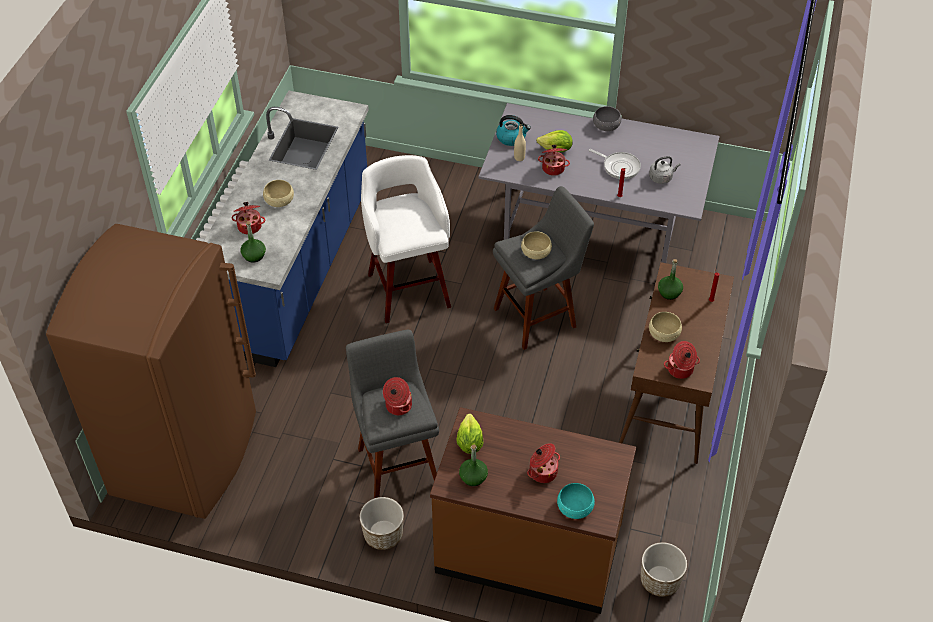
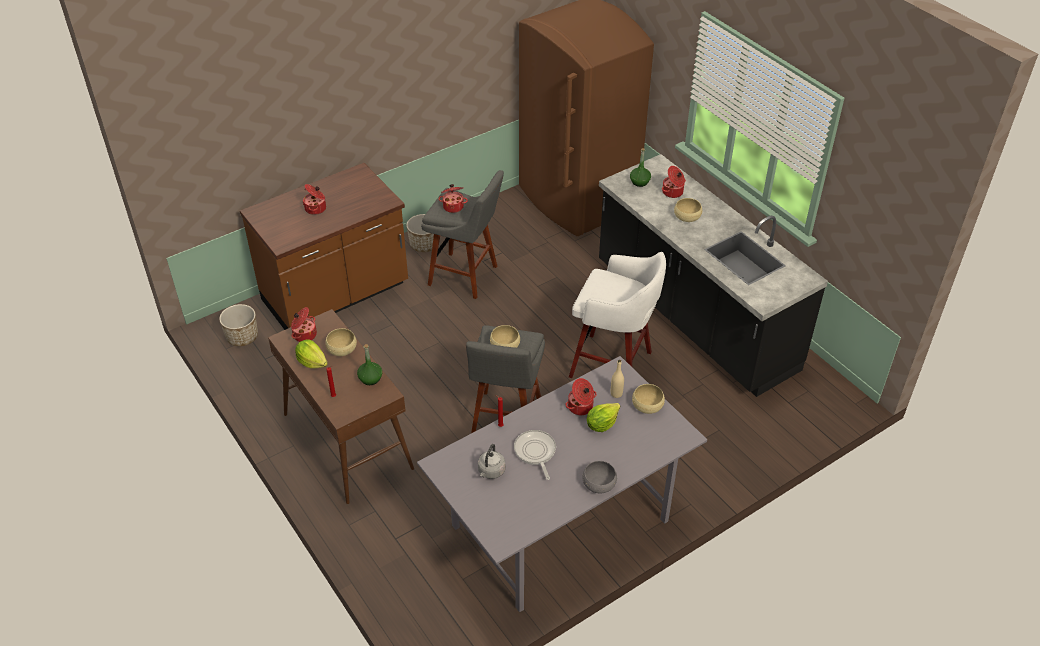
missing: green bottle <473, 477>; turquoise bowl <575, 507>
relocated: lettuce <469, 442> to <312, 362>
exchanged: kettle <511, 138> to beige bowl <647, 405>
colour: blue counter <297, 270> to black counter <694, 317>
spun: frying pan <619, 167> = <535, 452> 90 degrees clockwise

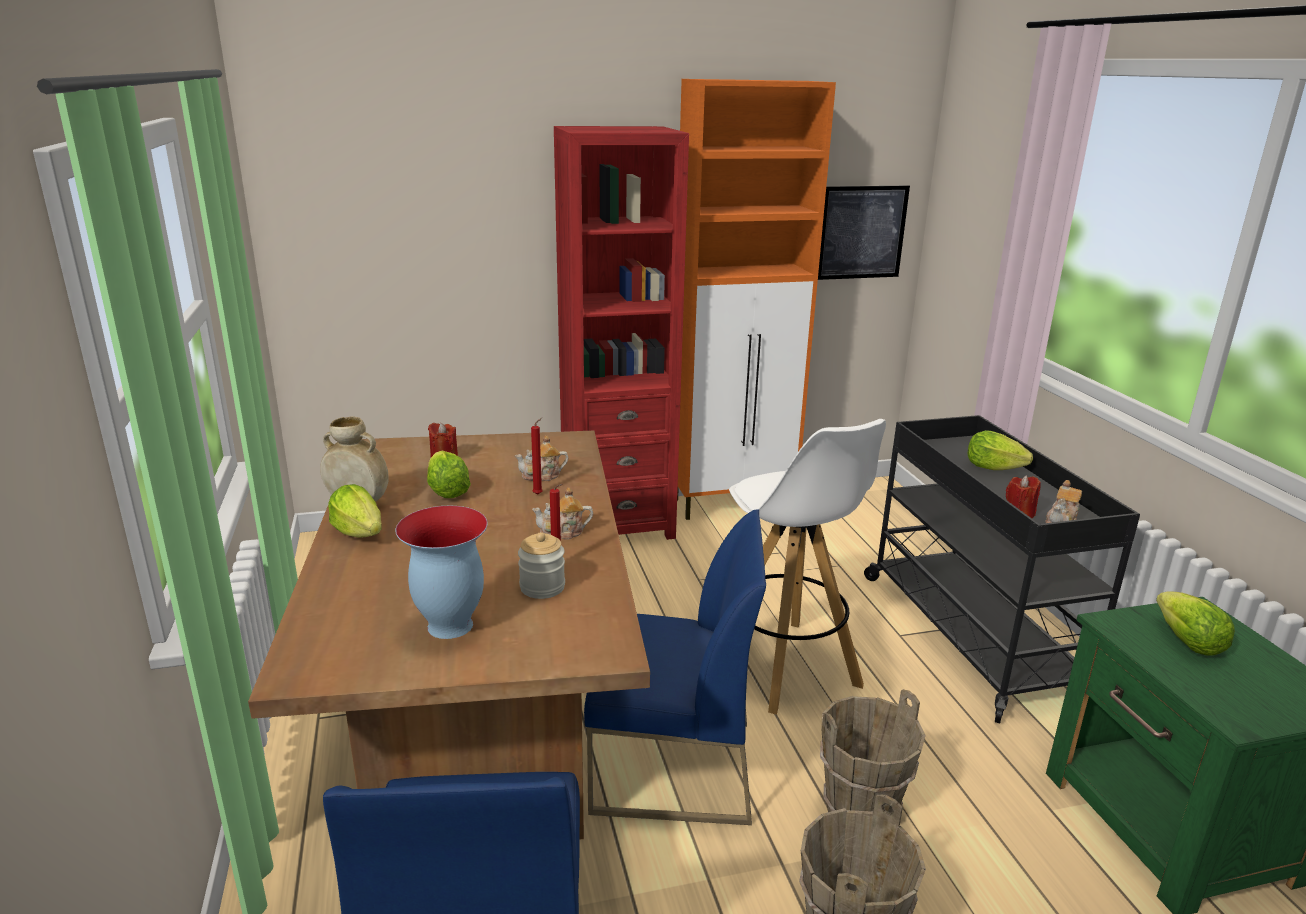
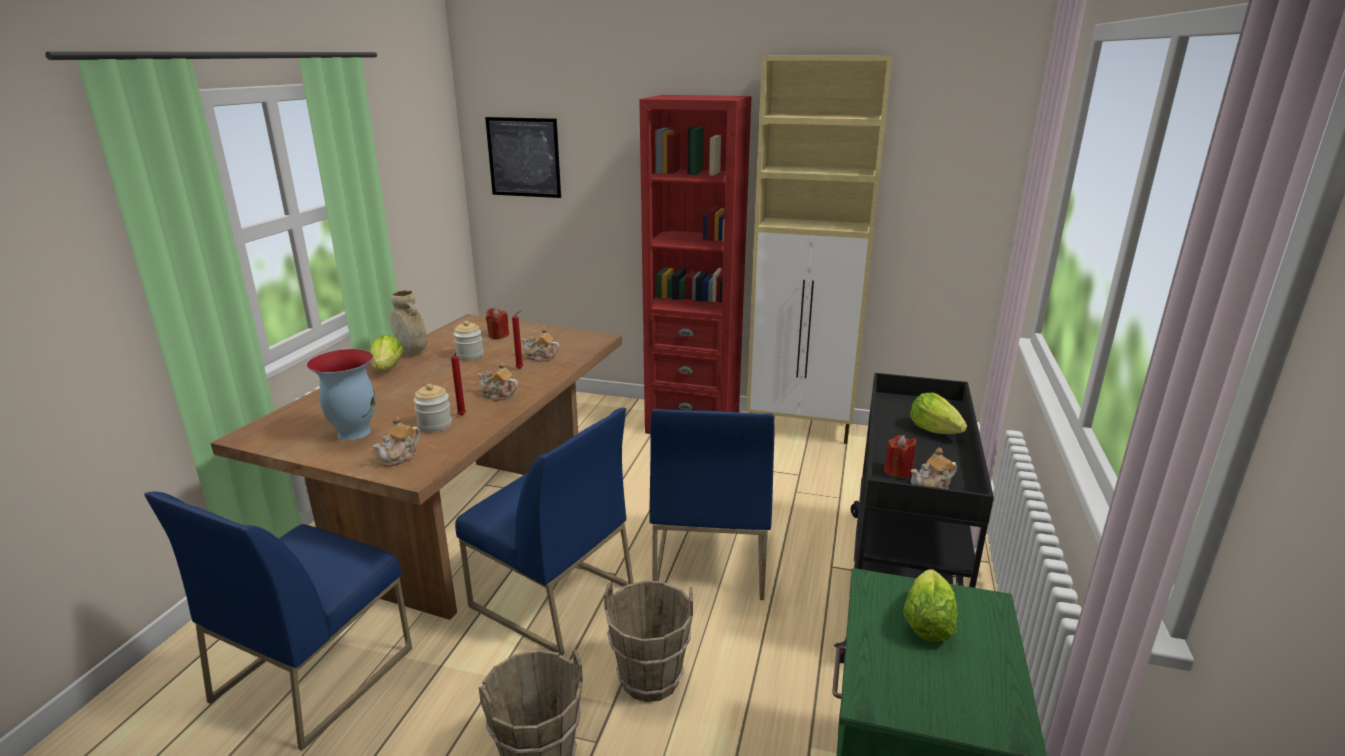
appeared: teapot <400, 457>
relocated: picture <862, 232> to <524, 157>
exchanged: lettuce <447, 492> to jar <470, 355>; white stool <786, 665> to blue chair <709, 558>
colour: orange cabinet <733, 504> to beige cabinet <801, 429>

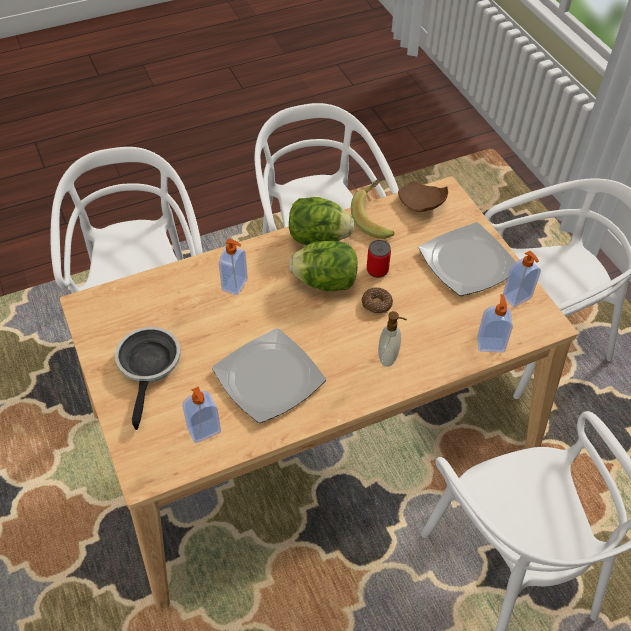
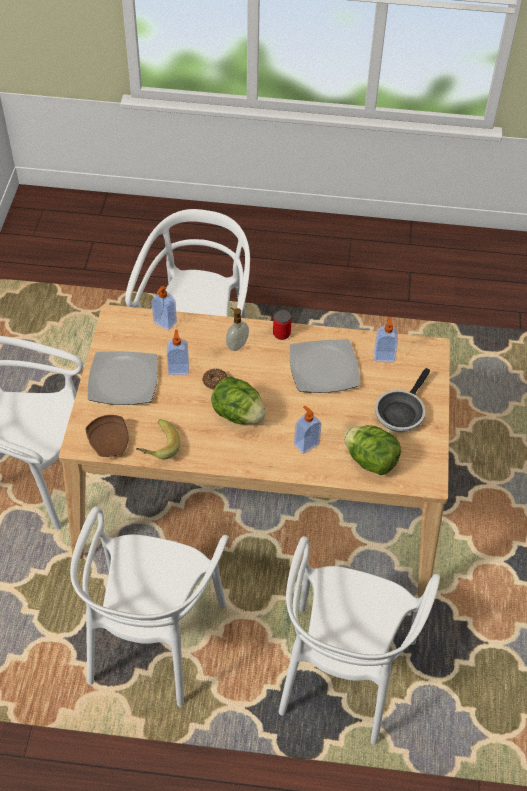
relocated: soap dispenser <517, 297> to <178, 369>; can <377, 270> to <281, 333>; lettuce <318, 238> to <370, 461>

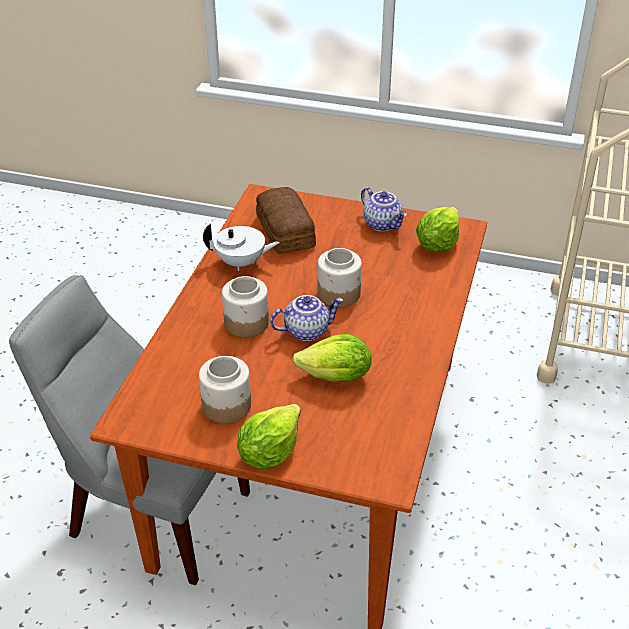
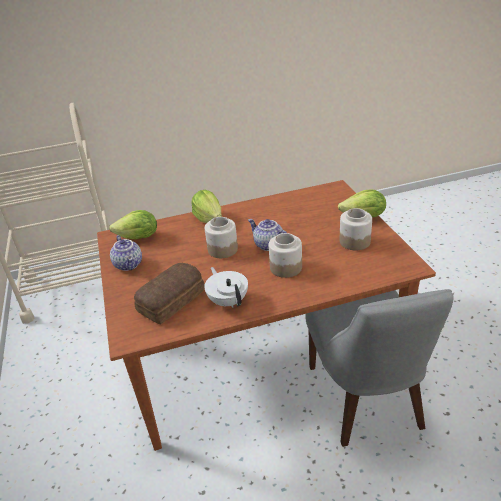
relocated: lettuce <336, 377> to <209, 218>
spun: teapot <383, 224> = <129, 264> 135 degrees clockwise

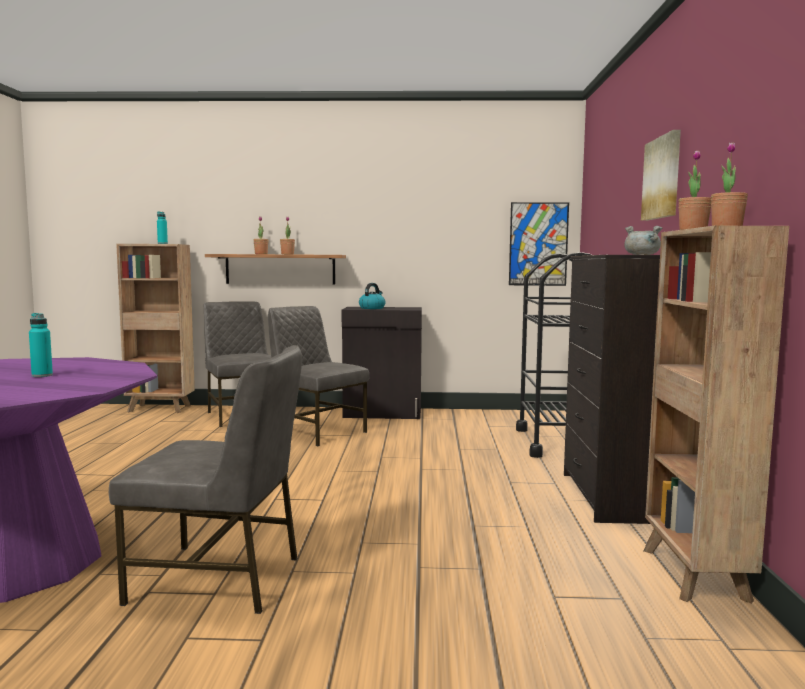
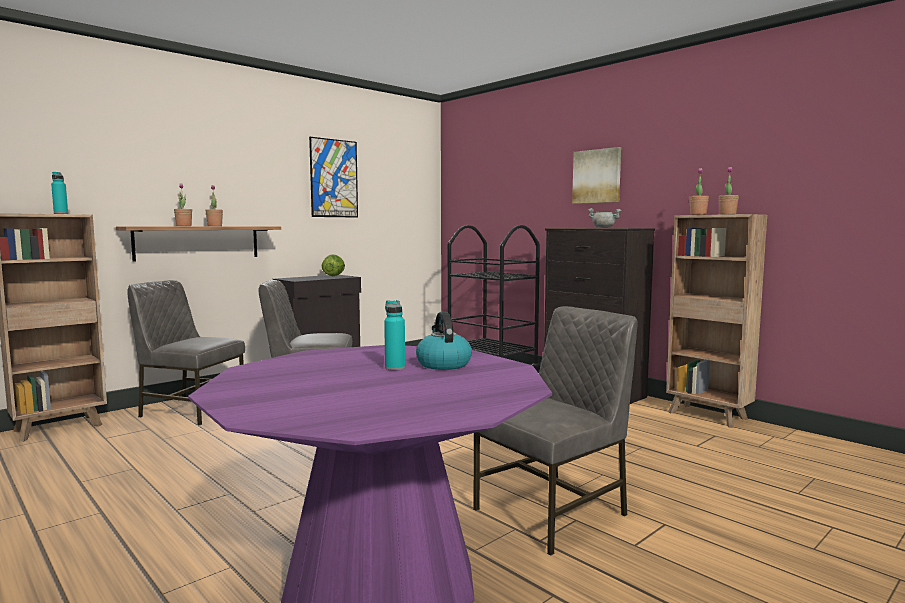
appeared: lettuce <333, 276>
relocated: picture <538, 244> to <334, 178>; kettle <372, 308> to <443, 364>

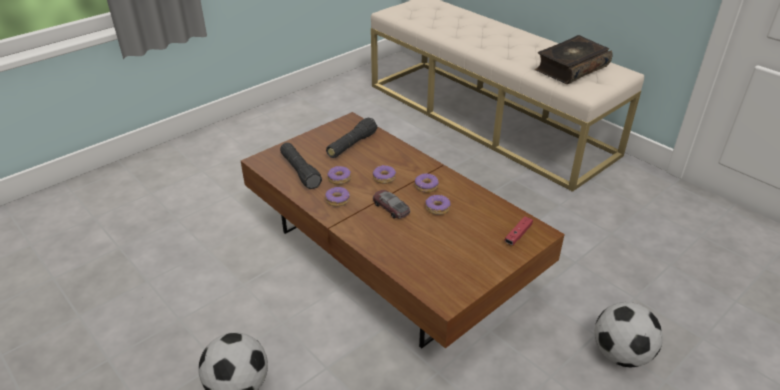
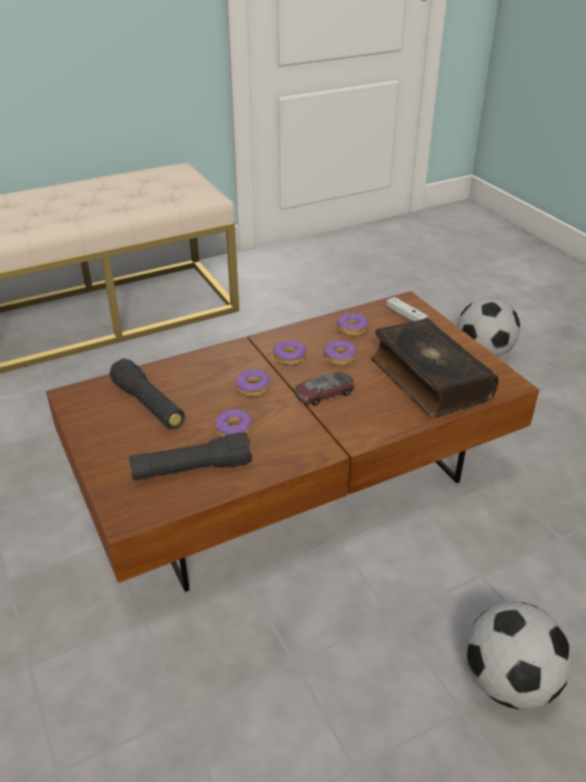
relocated: donut <337, 200> to <352, 329>; book <570, 68> to <428, 379>
colour: red game controller <518, 235> to white game controller <406, 316>

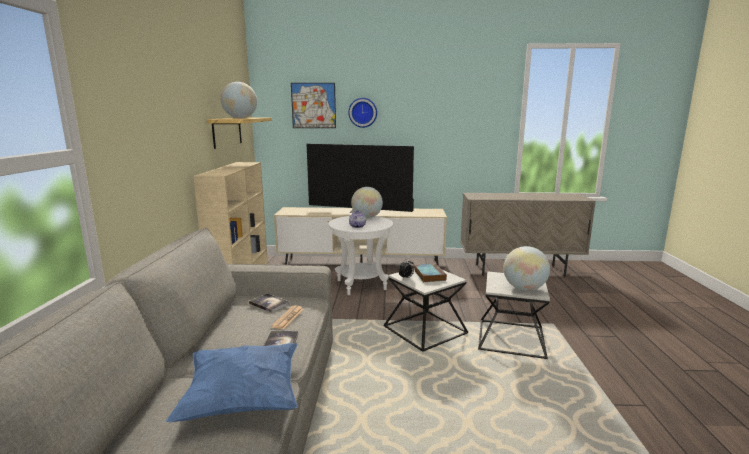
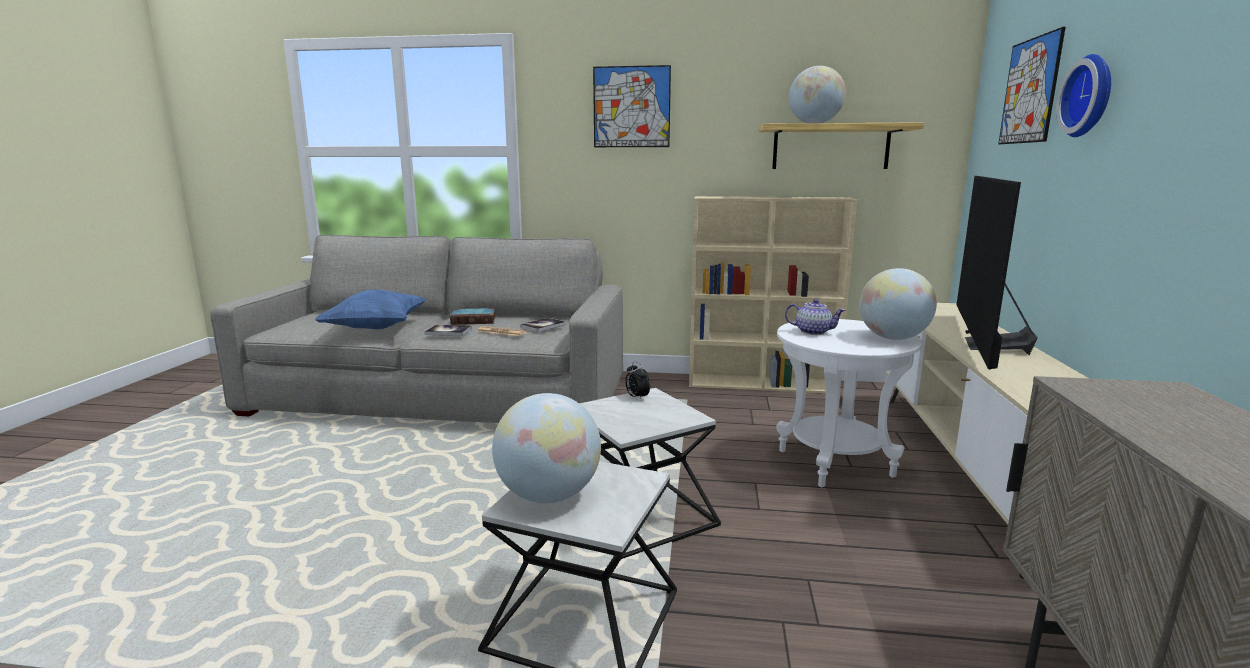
appeared: picture <631, 107>
relocated: book <429, 275> to <475, 320>

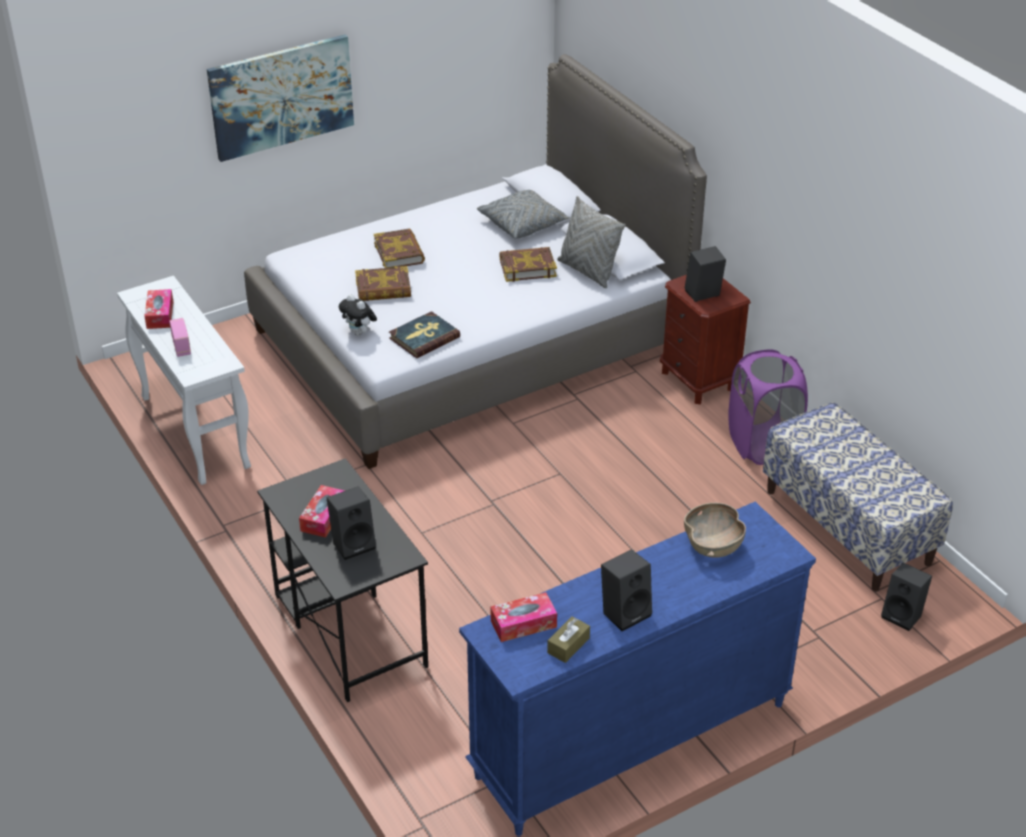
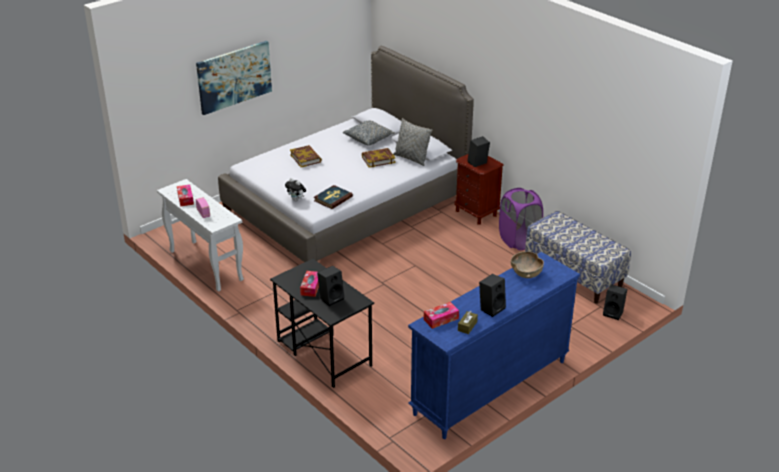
missing: book <383, 289>

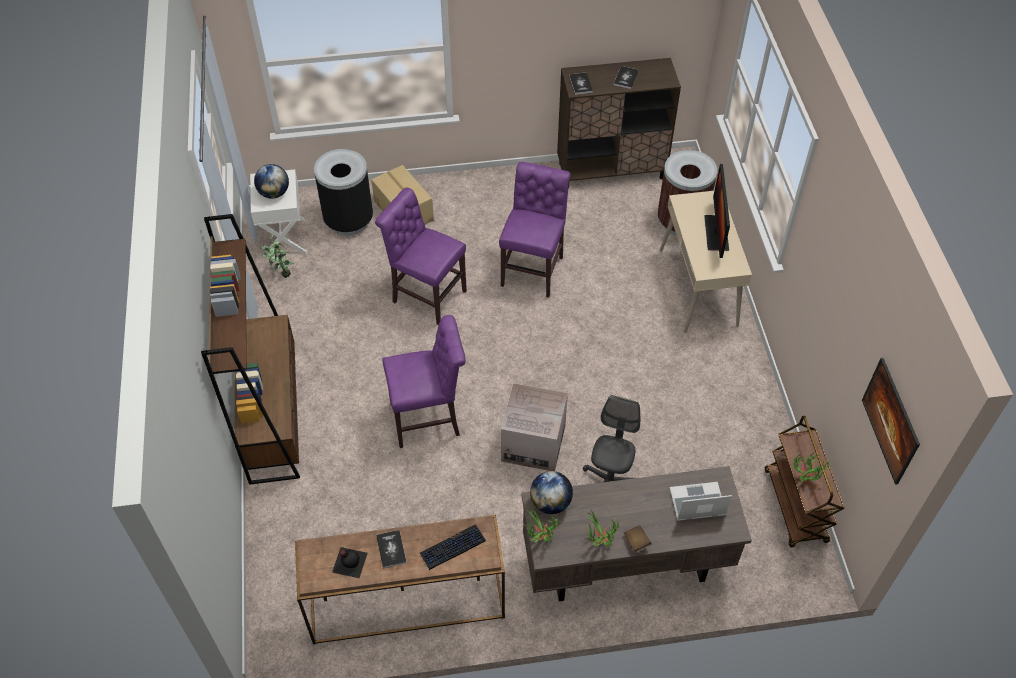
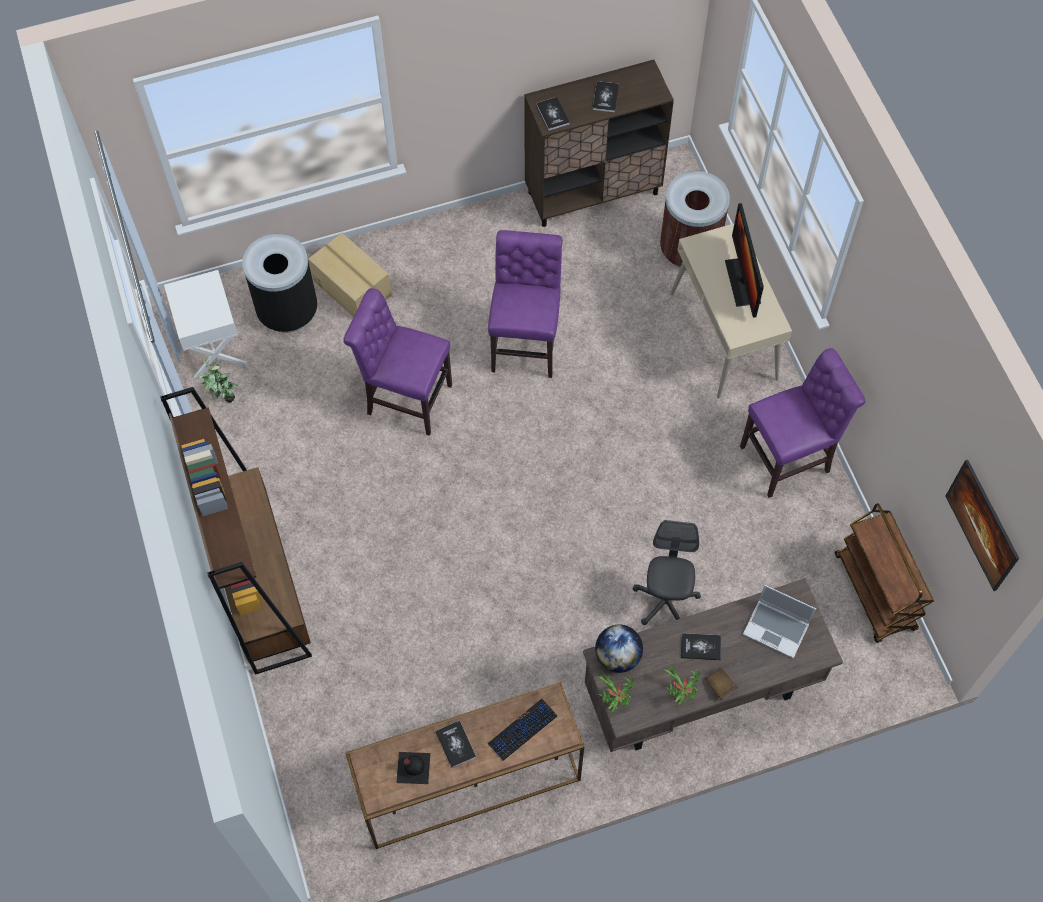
missing: globe <274, 193>; cardboard box <533, 444>; potted plant <806, 480>
appeared: book <700, 647>
relocated: purple chair <429, 419> to <789, 458>
spun: laptop <696, 503> = <777, 629> 135 degrees counterclockwise

